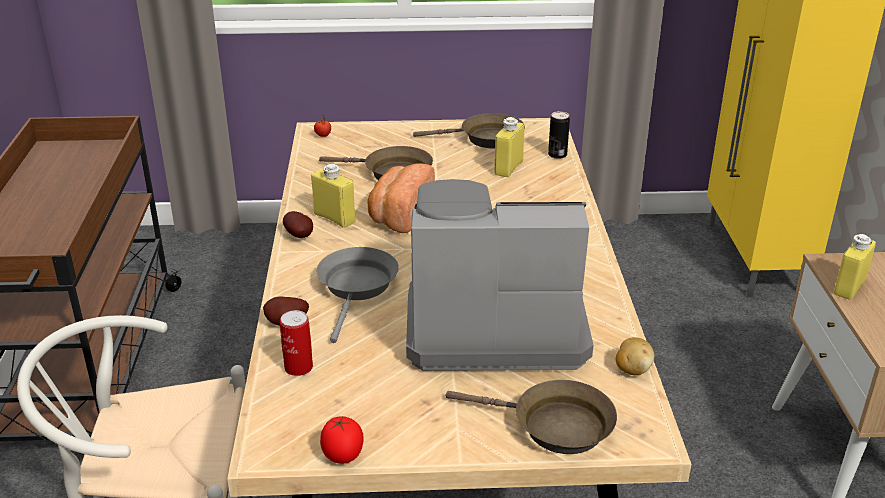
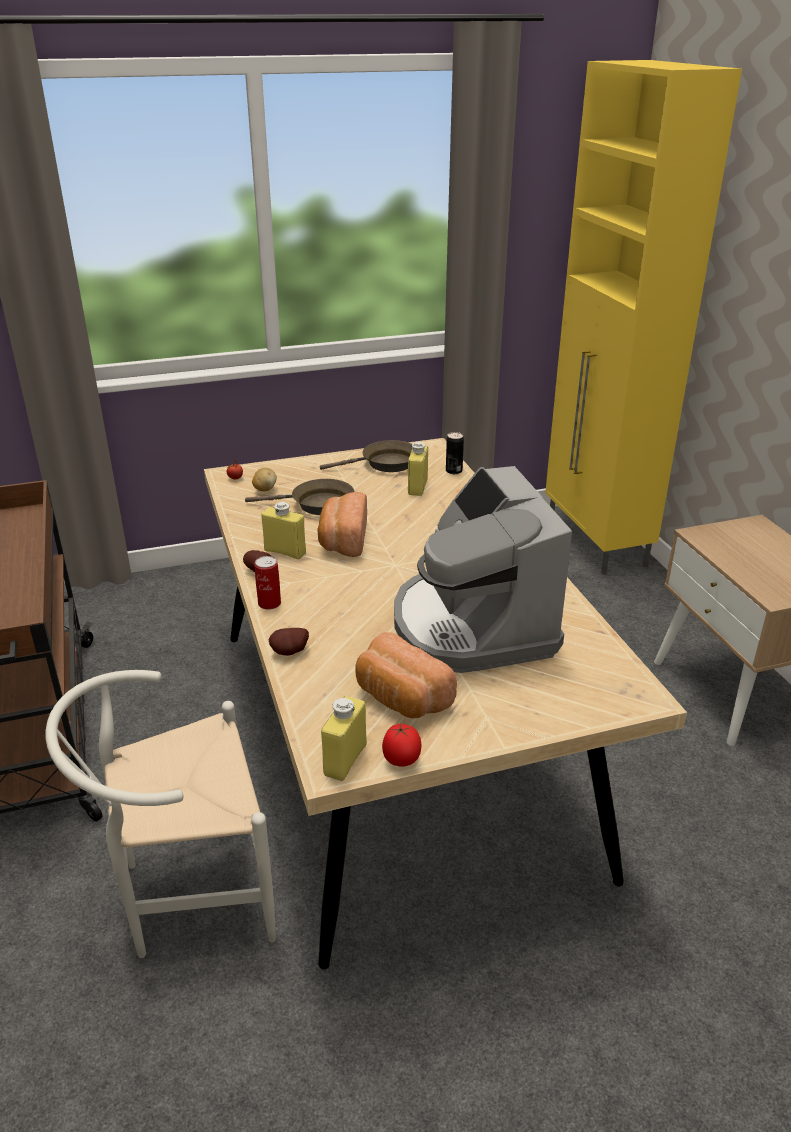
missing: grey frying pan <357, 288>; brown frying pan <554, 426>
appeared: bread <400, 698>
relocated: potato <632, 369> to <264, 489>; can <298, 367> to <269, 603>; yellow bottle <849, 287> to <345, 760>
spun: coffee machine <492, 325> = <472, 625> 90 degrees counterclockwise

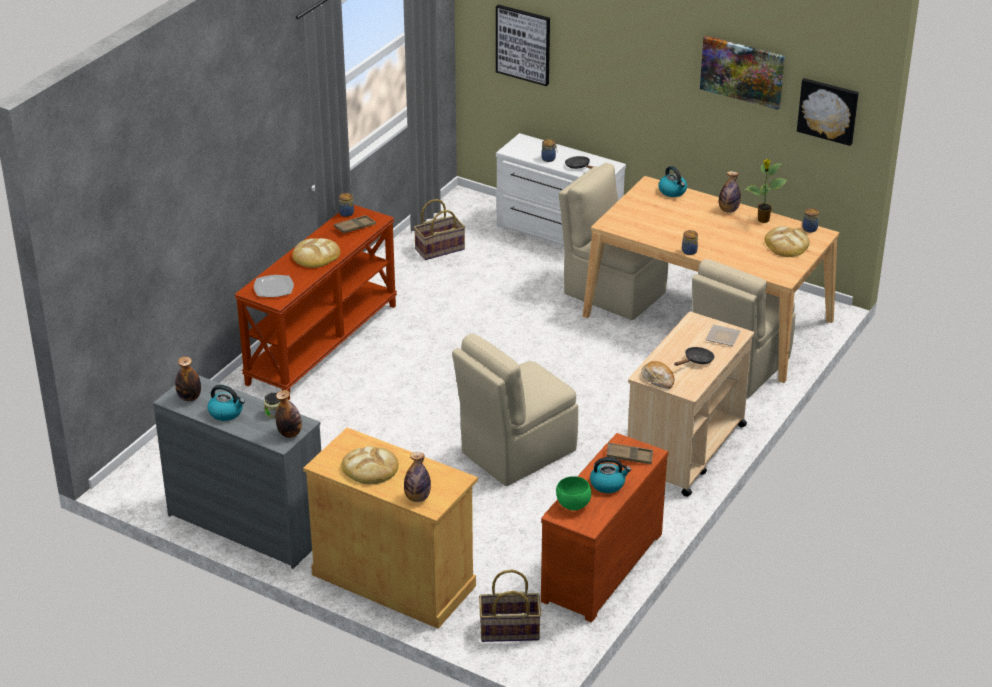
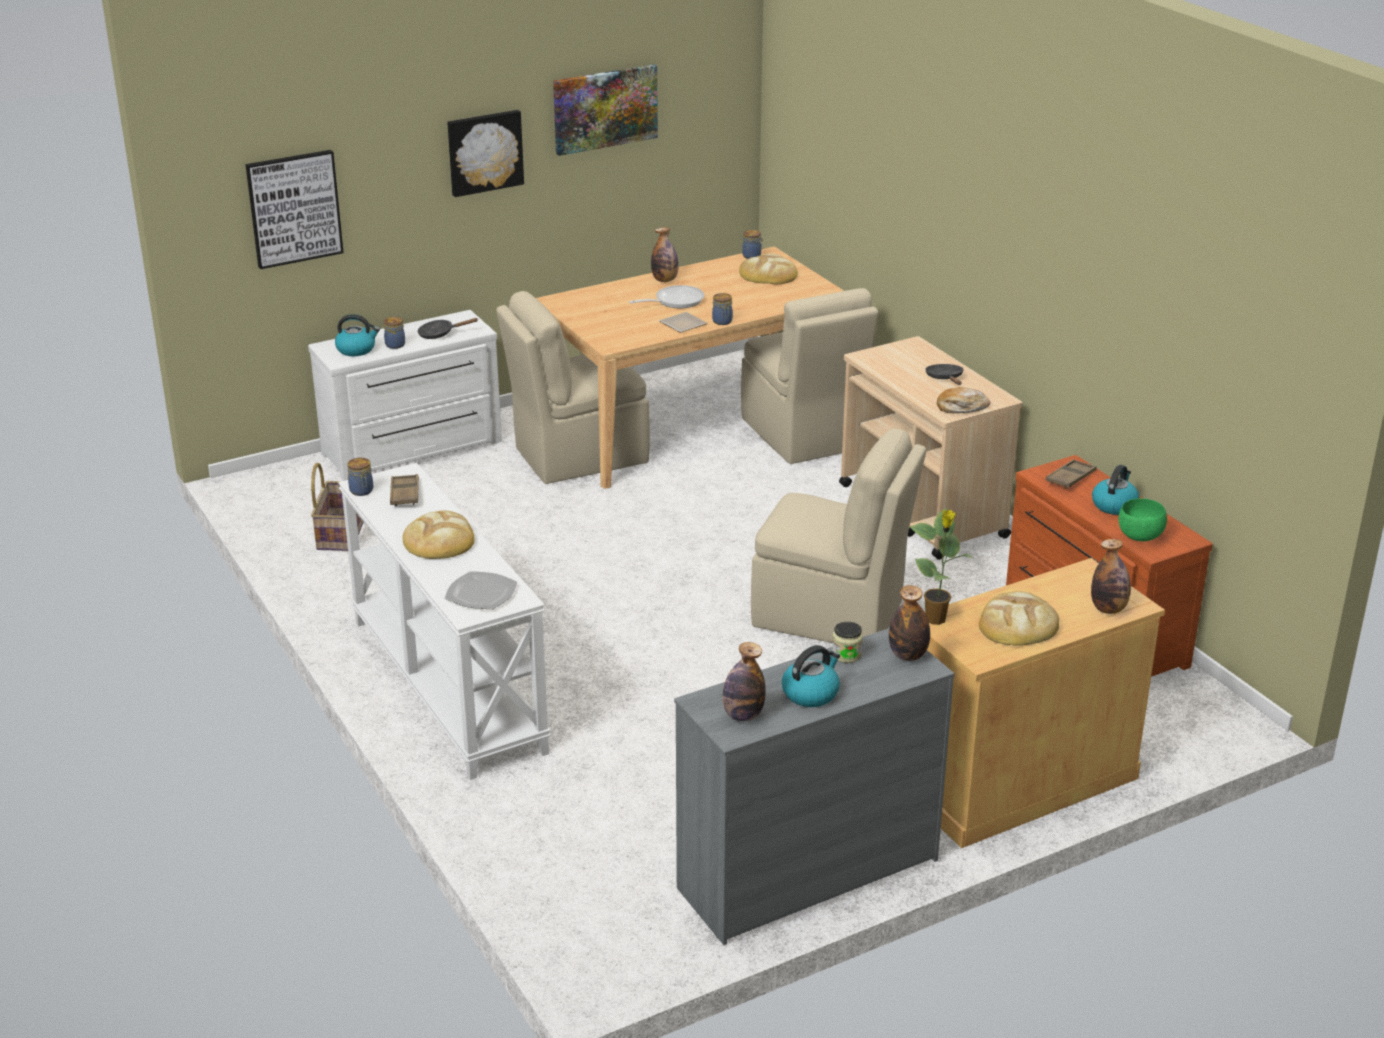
missing: basket <509, 631>
appeared: frying pan <675, 301>
relocated: kettle <673, 191> to <356, 349>; picture <828, 110> to <484, 152>; plate <721, 337> to <683, 325>; potted plant <763, 220> to <936, 619>
colour: brown console table <321, 343> to white console table <445, 685>
spun: beige chair <516, 452> = <831, 615> 60 degrees counterclockwise

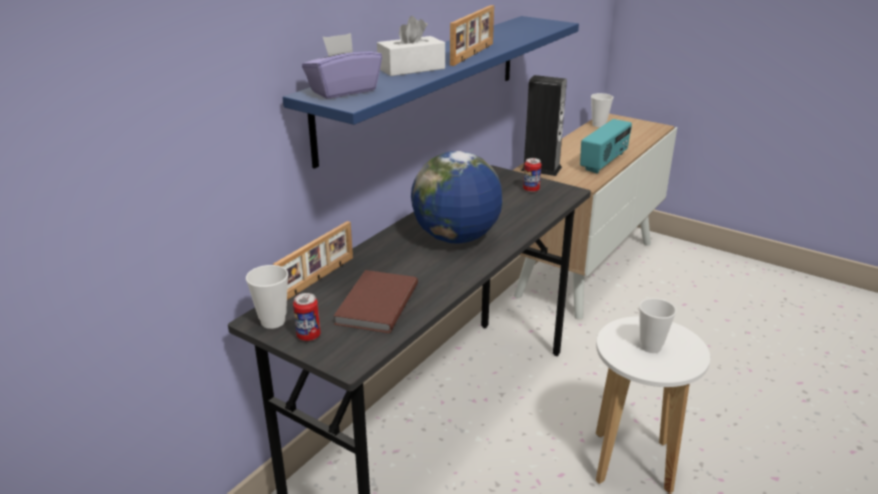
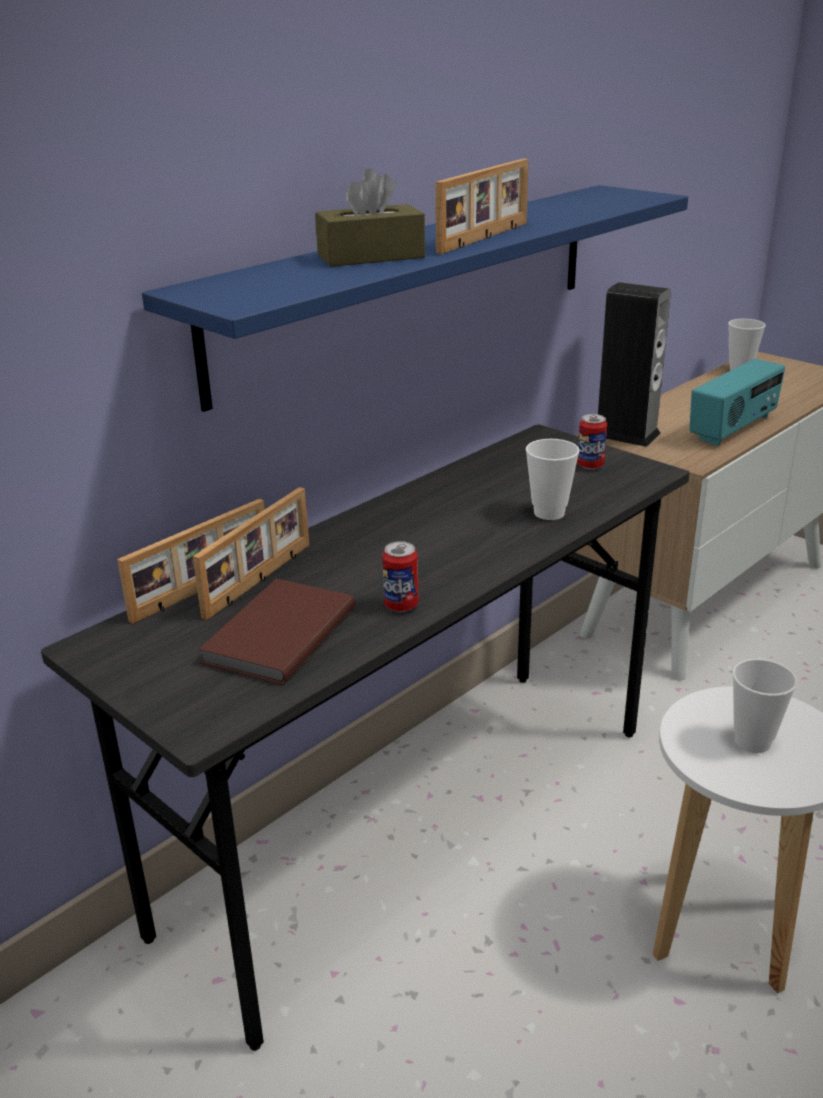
missing: purple tissue box <343, 91>; globe <456, 238>
appeared: picture frame <260, 580>
relocated: can <308, 336> to <401, 605>; cup <273, 321> to <549, 513>
colour: white tissue box <411, 68> to brown tissue box <371, 256>

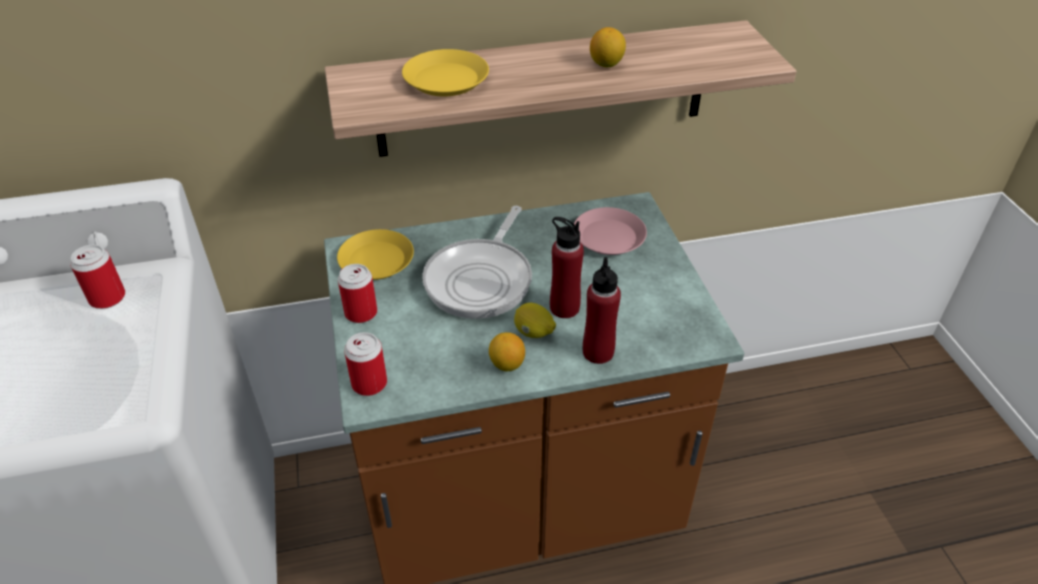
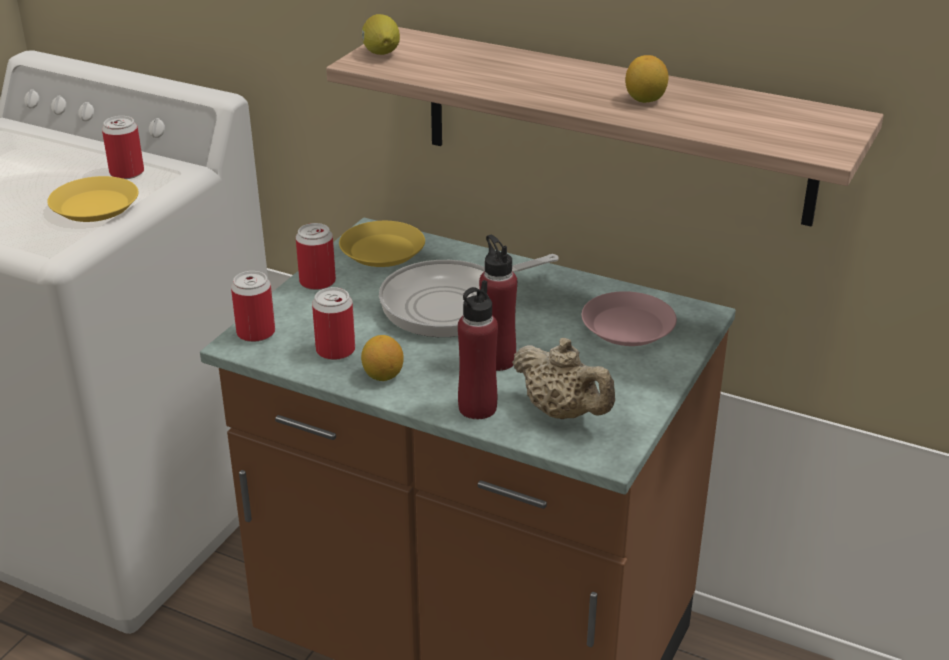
appeared: can <335, 350>; beige teapot <562, 413>
relocated: yellow plate <446, 80> to <95, 206>; lemon <533, 333> to <381, 53>

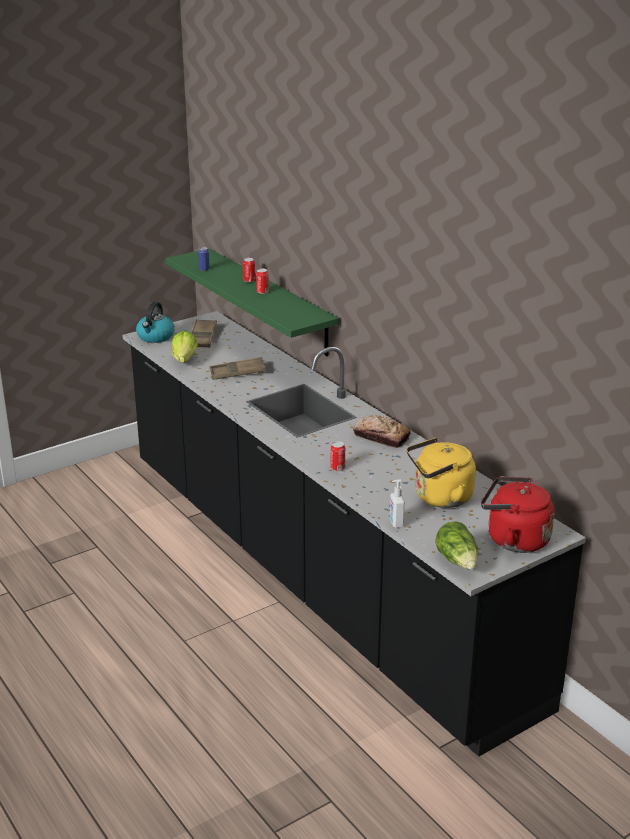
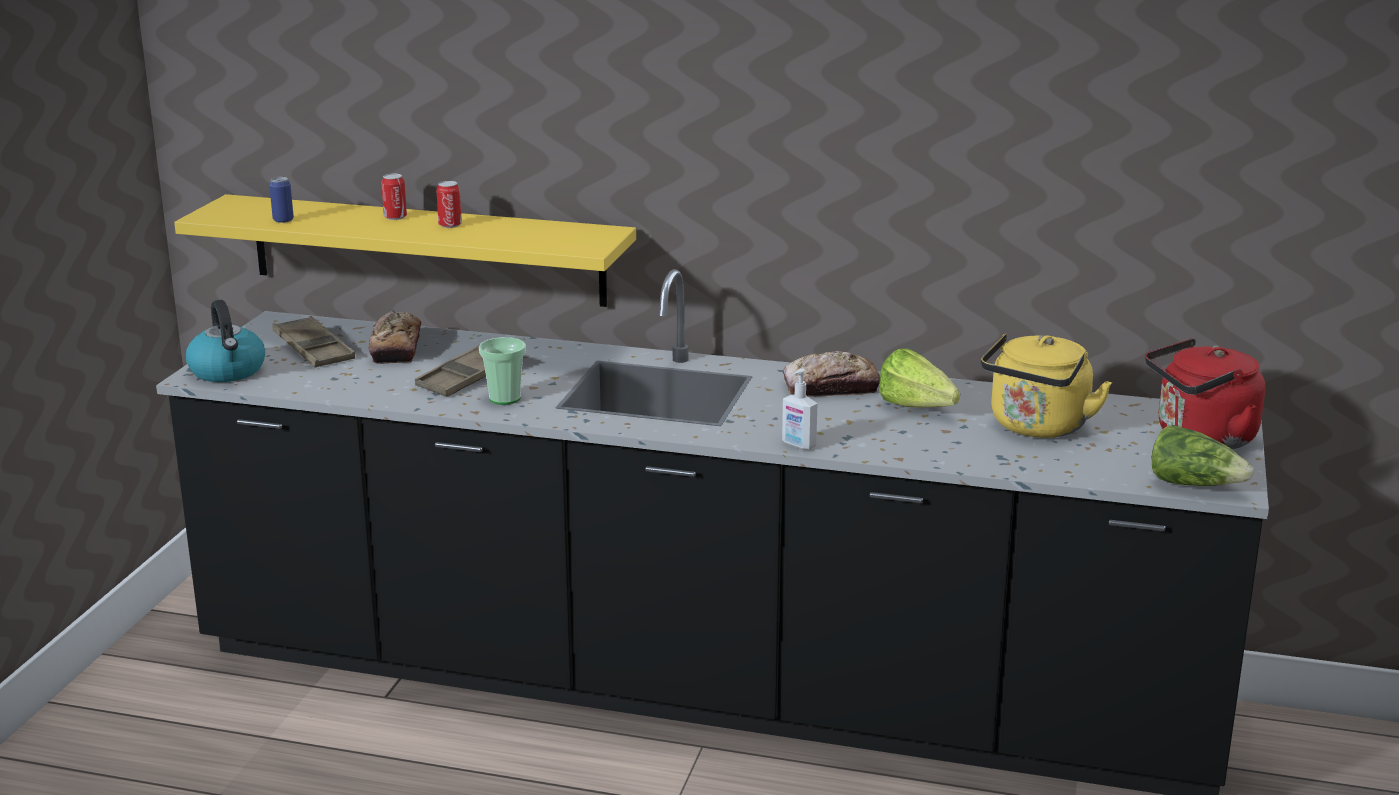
missing: can <337, 468>
appeared: bread <396, 348>; cup <504, 398>
relocated: soap dispenser <395, 523> to <798, 445>; lettuce <183, 362> to <920, 409>
colour: green shelf <269, 301> to yellow shelf <427, 250>

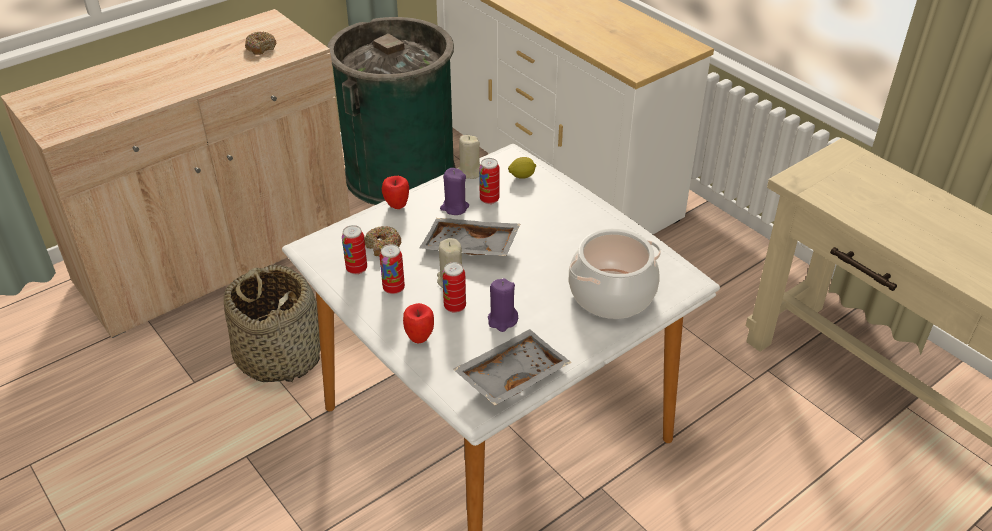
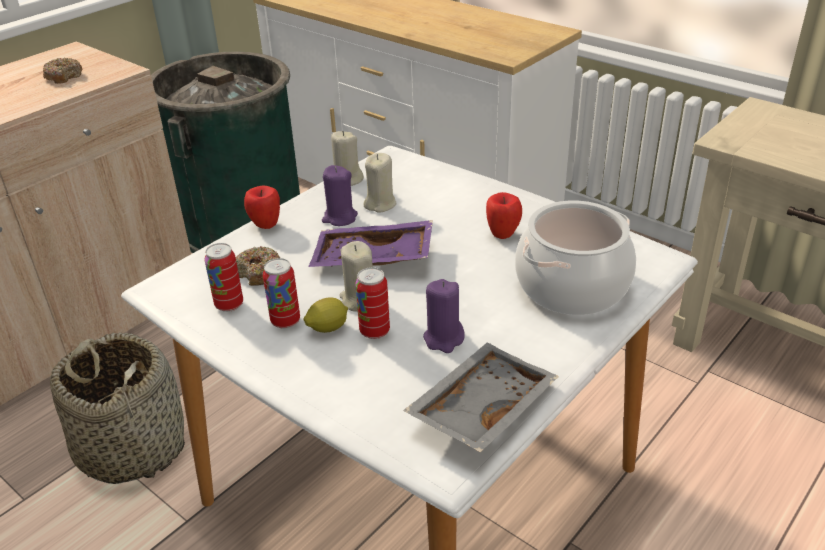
relocated: lemon <522, 176> to <327, 328>; apple <419, 338> to <502, 234>
exchanged: can <489, 199> to beige candle <380, 204>
colour: grey tray <469, 248> to purple tray <372, 260>

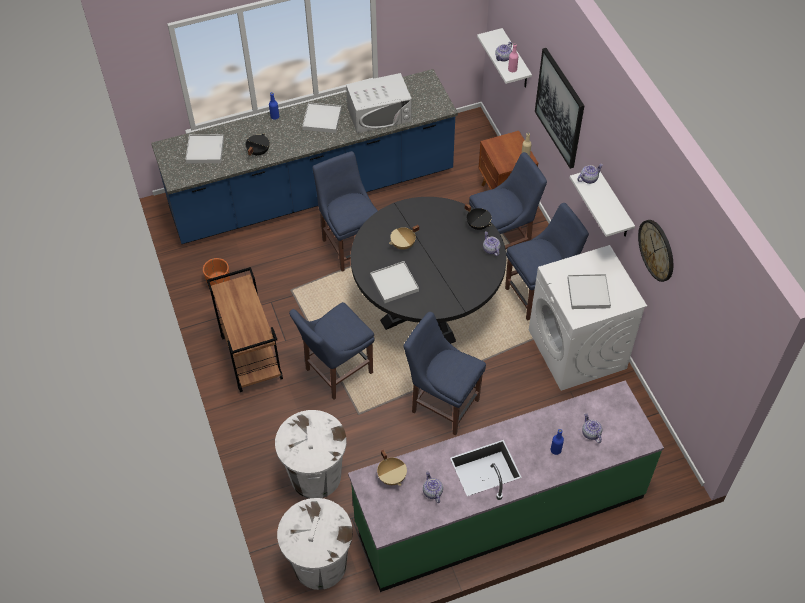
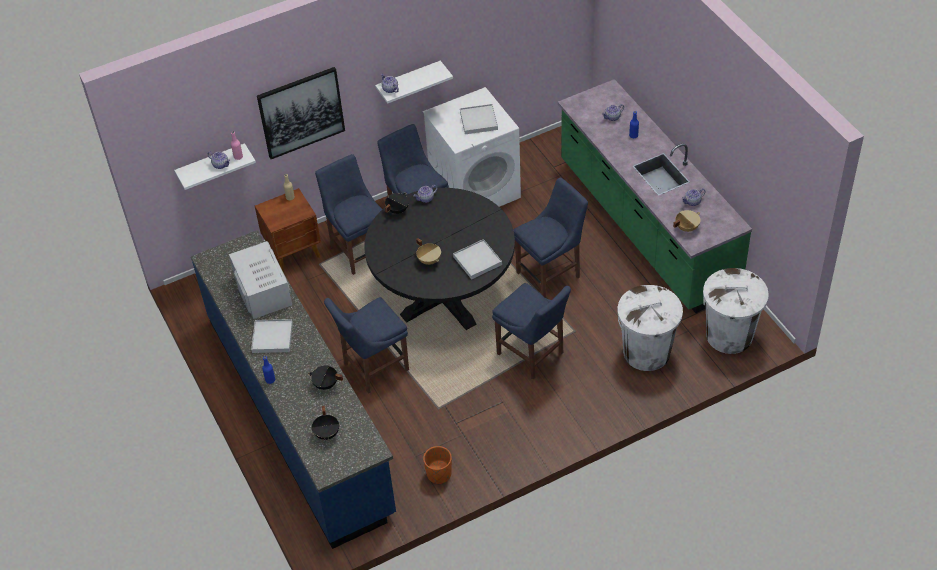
missing: brown cart <250, 357>; wall clock <657, 250>
exchanged: white tray <205, 150> to black cooking pot <327, 433>
spun: blue chair <442, 404> = <551, 273> 150 degrees counterclockwise

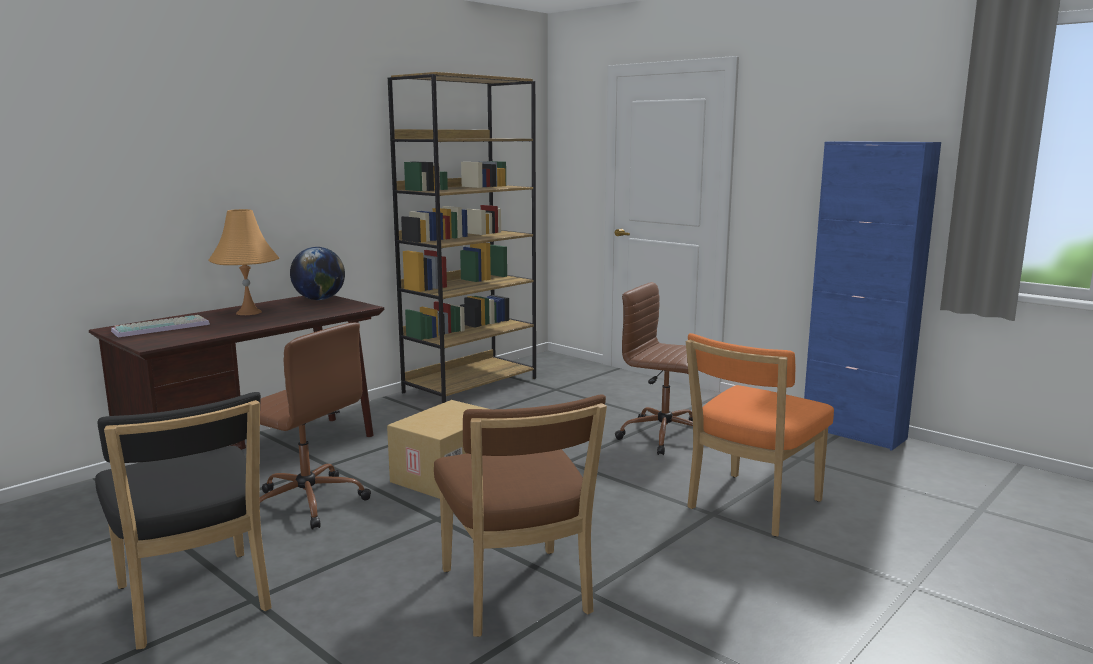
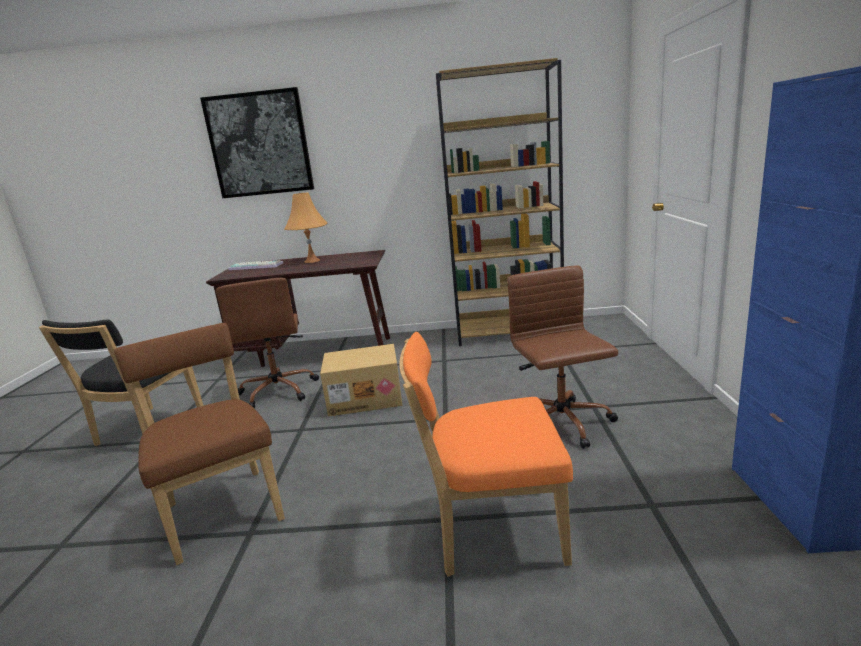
missing: globe <319, 299>
appeared: picture <259, 144>
spun: brown chair <517, 596> = <223, 509> 120 degrees clockwise

